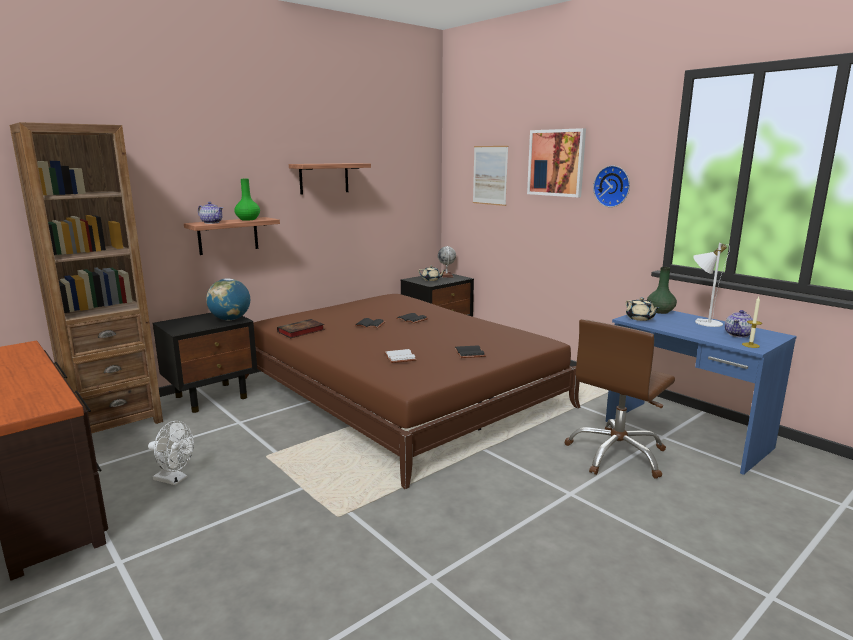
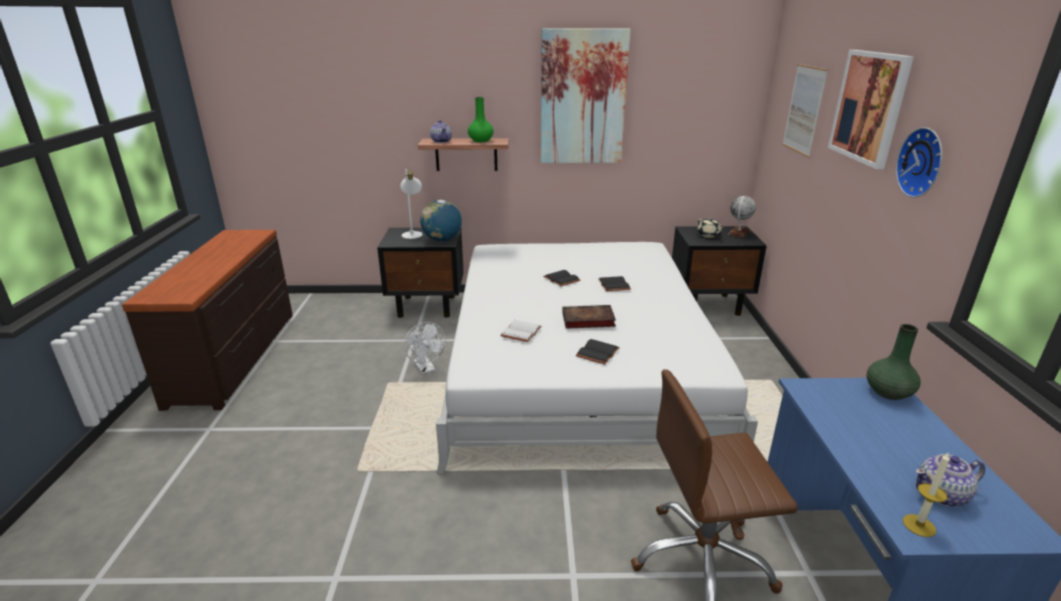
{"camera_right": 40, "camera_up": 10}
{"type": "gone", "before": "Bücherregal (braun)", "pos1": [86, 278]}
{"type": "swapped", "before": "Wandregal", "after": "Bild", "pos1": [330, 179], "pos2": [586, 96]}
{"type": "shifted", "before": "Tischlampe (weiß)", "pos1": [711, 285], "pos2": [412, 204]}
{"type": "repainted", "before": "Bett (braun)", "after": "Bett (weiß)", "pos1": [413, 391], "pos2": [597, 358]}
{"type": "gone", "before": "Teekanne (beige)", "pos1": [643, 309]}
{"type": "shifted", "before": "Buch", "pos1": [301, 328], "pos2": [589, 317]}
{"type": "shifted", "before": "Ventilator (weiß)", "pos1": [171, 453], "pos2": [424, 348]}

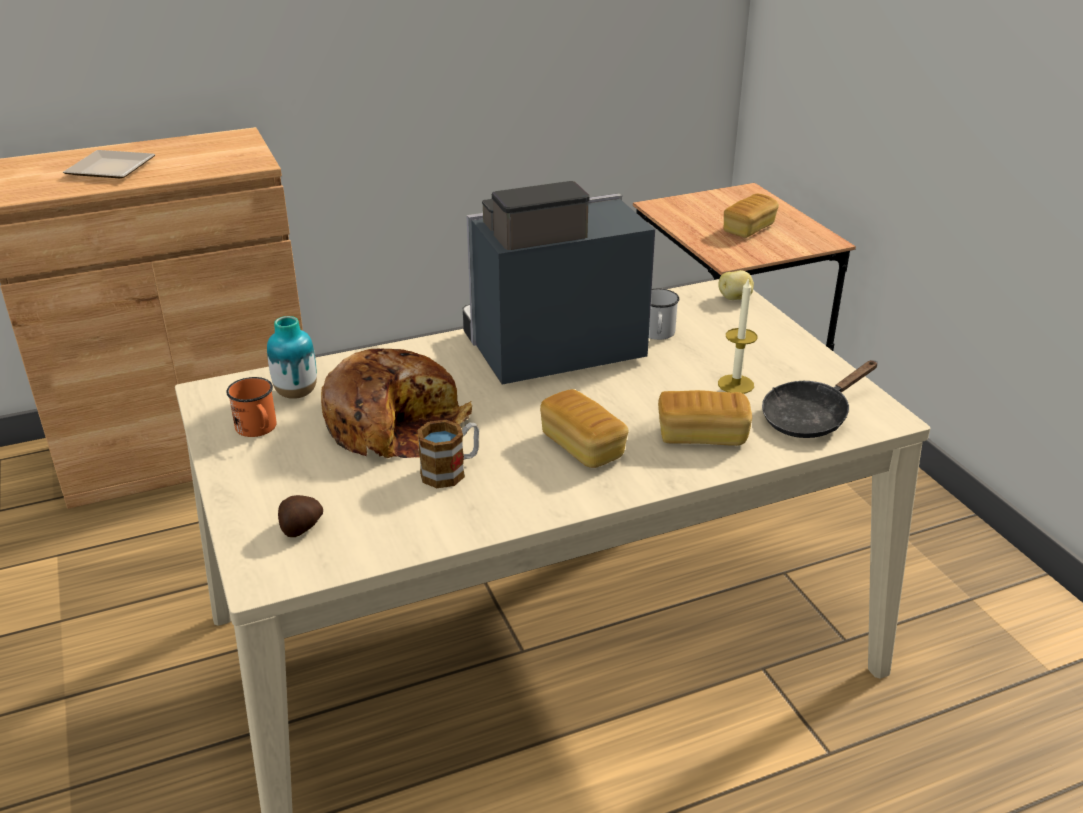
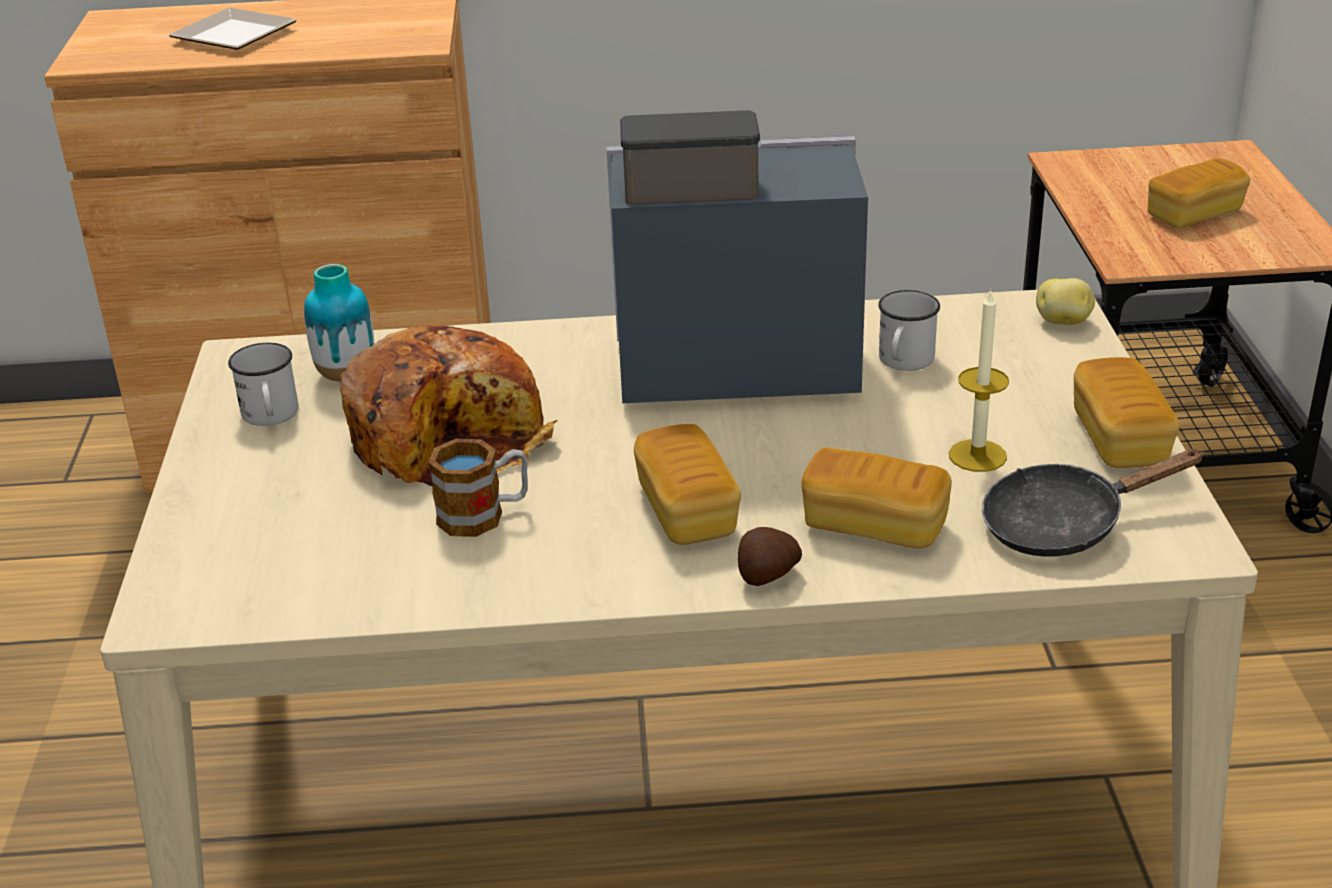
{"camera_right": 20, "camera_up": 0}
{"type": "repainted", "before": "Henkelbecher (orange)", "after": "Henkelbecher (weiß)", "pos1": [251, 407], "pos2": [263, 384]}
{"type": "shifted", "before": "Kartoffel", "pos1": [300, 516], "pos2": [770, 556]}
{"type": "new", "after": "Brot", "pos2": [1127, 412]}

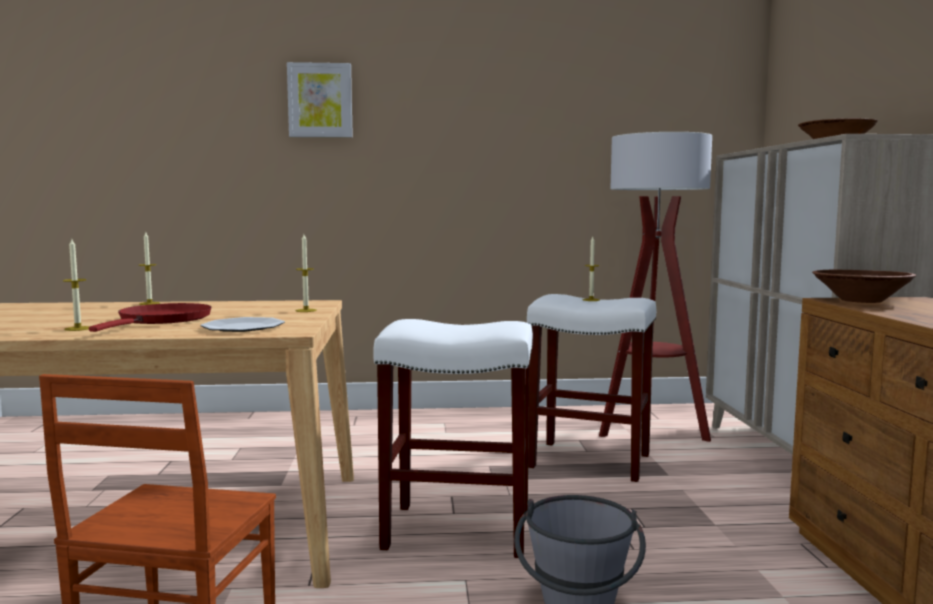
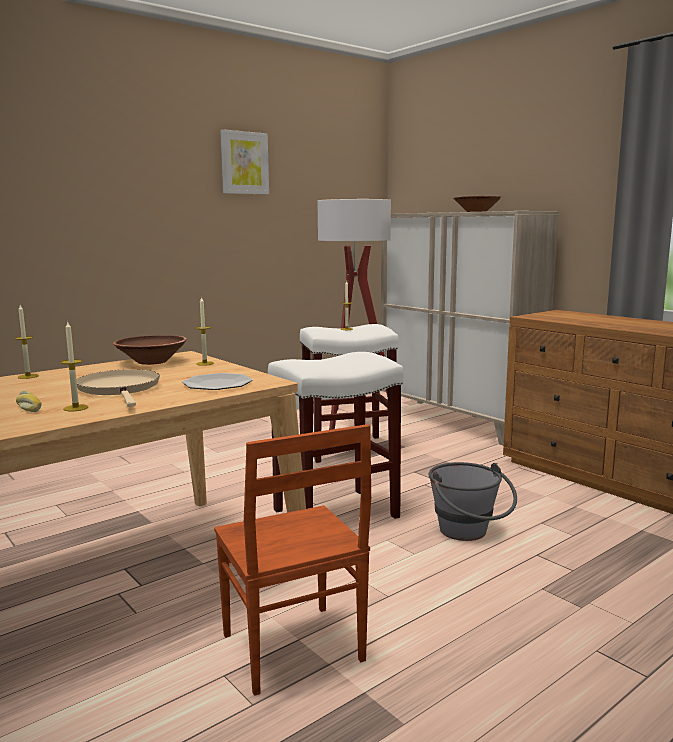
{"camera_right": -35, "camera_up": 5}
{"type": "shifted", "before": "Bild", "pos1": [320, 100], "pos2": [244, 161]}
{"type": "shifted", "before": "Schüssel (braun)", "pos1": [864, 286], "pos2": [150, 350]}
{"type": "repainted", "before": "Pfanne (rot)", "after": "Pfanne (beige)", "pos1": [150, 317], "pos2": [118, 388]}
{"type": "new", "after": "Brot", "pos2": [29, 401]}

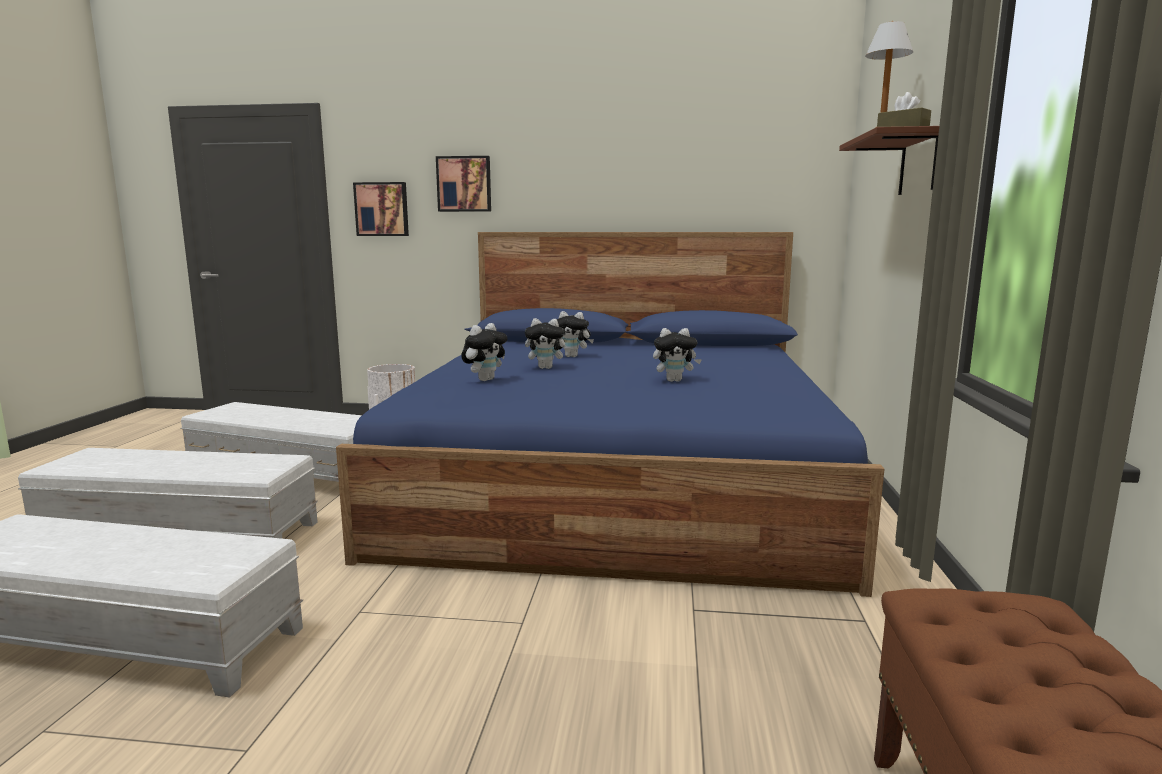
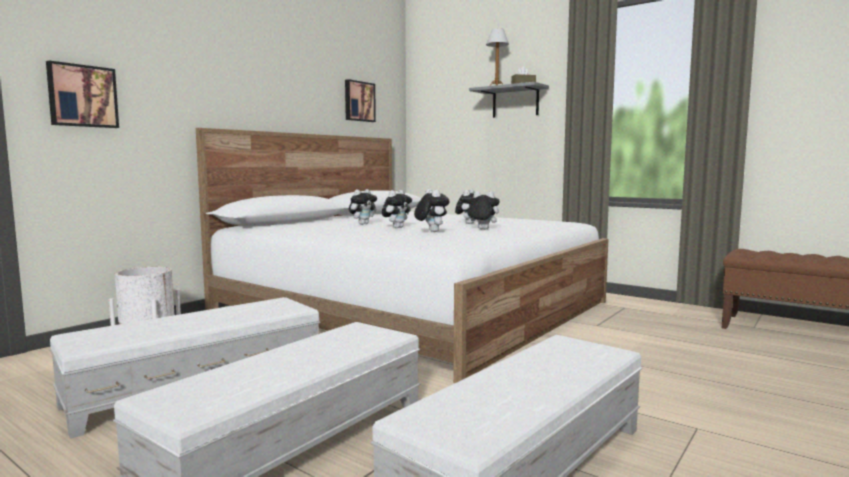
{"camera_right": -60, "camera_up": -5}
{"type": "repainted", "before": "Wandregal (braun)", "after": "Wandregal (grau)", "pos1": [889, 160], "pos2": [509, 100]}
{"type": "shifted", "before": "Bild", "pos1": [463, 184], "pos2": [360, 100]}
{"type": "repainted", "before": "Bett (blau)", "after": "Bett (weiß)", "pos1": [610, 414], "pos2": [402, 255]}
{"type": "new", "after": "Plüschtier", "pos2": [482, 210]}

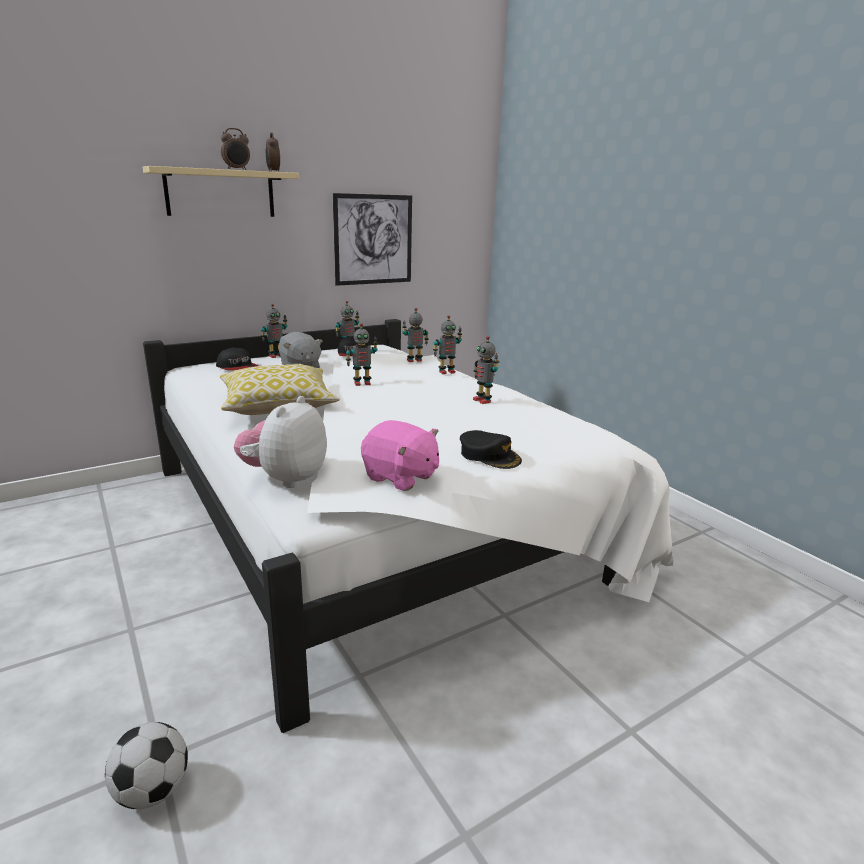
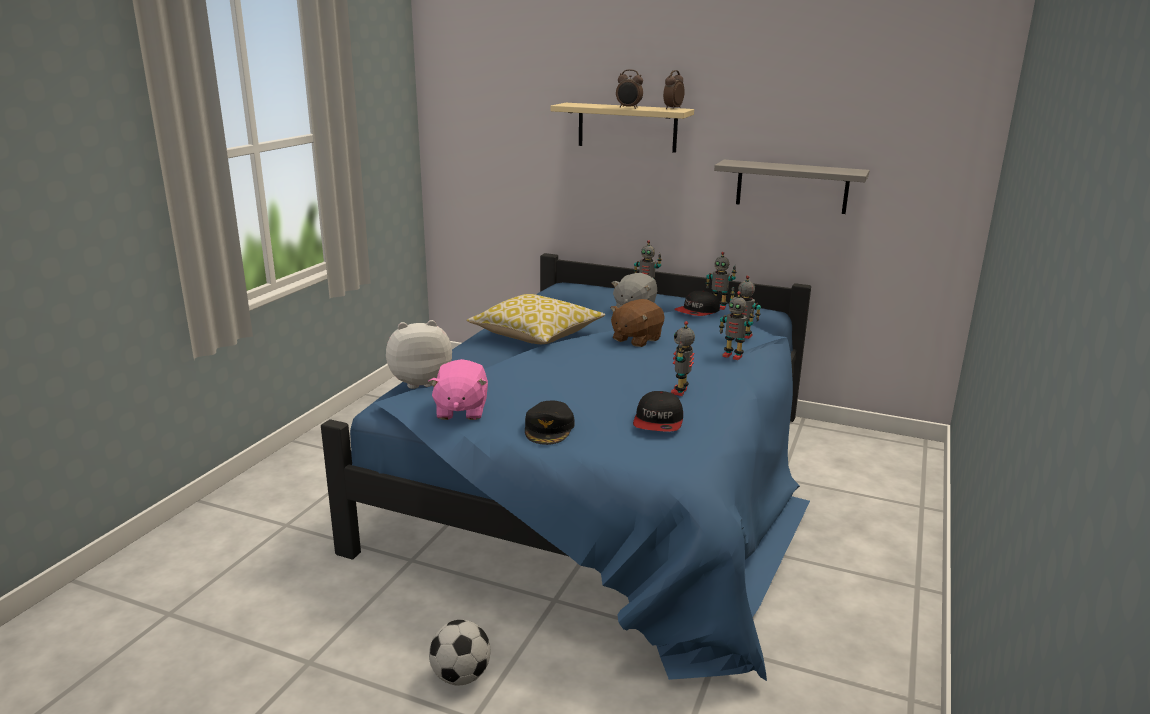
{"camera_right": 55, "camera_up": 0}
{"type": "swapped", "before": "Bild", "after": "Wandregal (grau)", "pos1": [372, 239], "pos2": [791, 187]}
{"type": "repainted", "before": "Bett (weiß)", "after": "Bett (blau)", "pos1": [408, 526], "pos2": [566, 467]}
{"type": "swapped", "before": "Spielzeugroboter", "after": "Plüschtier (braun)", "pos1": [362, 354], "pos2": [637, 323]}
{"type": "shifted", "before": "Kappe", "pos1": [237, 359], "pos2": [658, 411]}
{"type": "shifted", "before": "Fußball", "pos1": [146, 765], "pos2": [459, 652]}

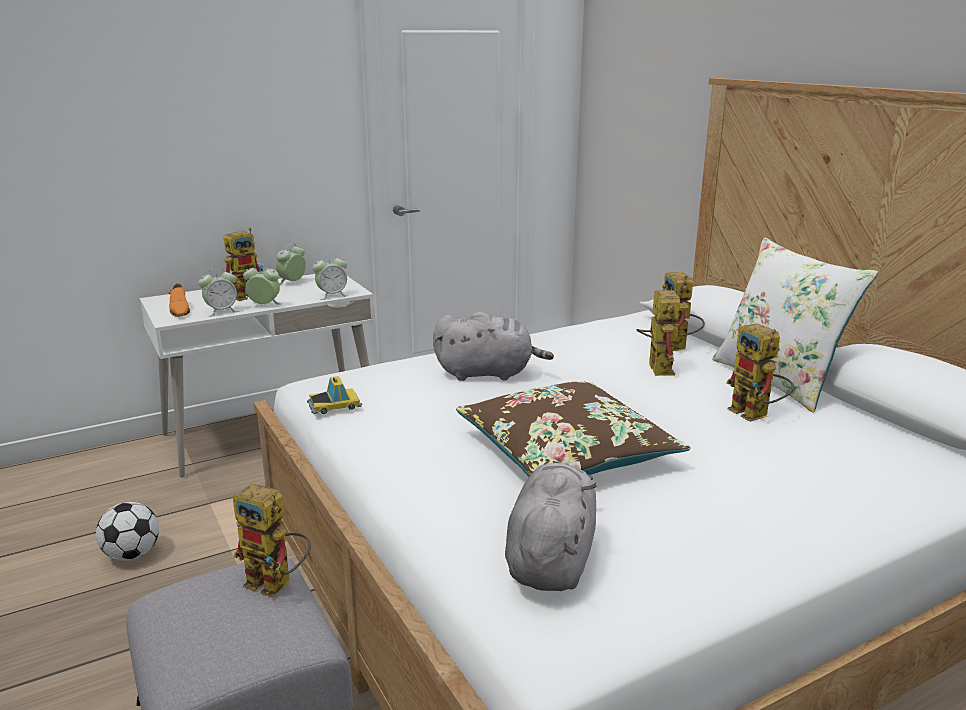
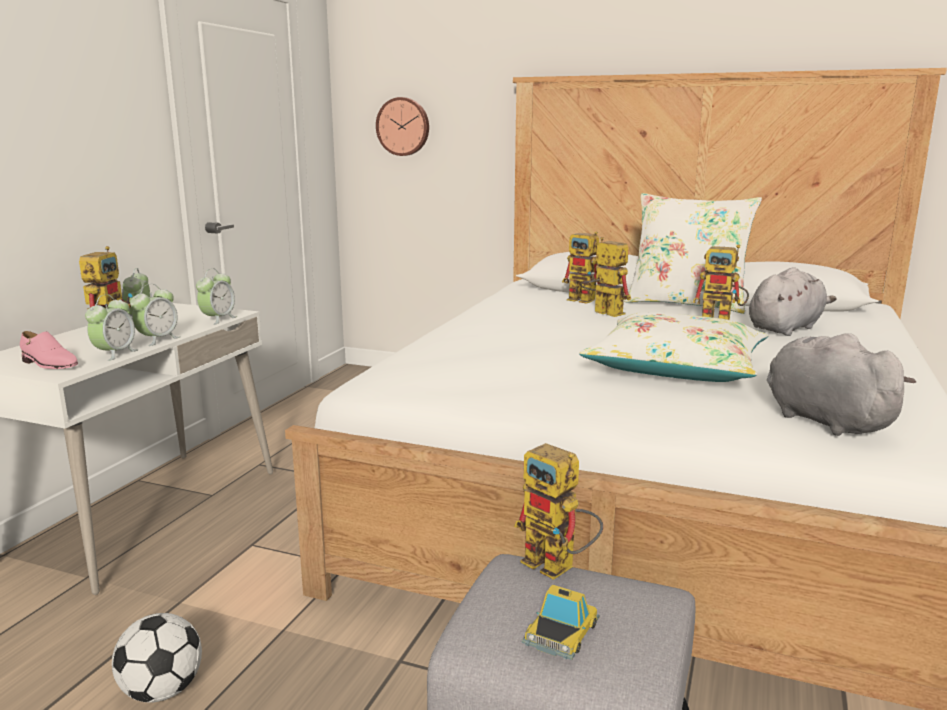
{"camera_right": -40, "camera_up": -5}
{"type": "rotated", "before": "Wecker", "pos1": [262, 284], "pos2": [155, 315], "turn": 150}
{"type": "repainted", "before": "Schuh (orange)", "after": "Schuh (rosa)", "pos1": [179, 300], "pos2": [49, 350]}
{"type": "shifted", "before": "Plüschtier (grau)", "pos1": [493, 346], "pos2": [793, 301]}
{"type": "shifted", "before": "Spielzeugauto", "pos1": [334, 395], "pos2": [561, 622]}
{"type": "repainted", "before": "Kissen (braun)", "after": "Kissen (weiß)", "pos1": [573, 429], "pos2": [673, 347]}
{"type": "rotated", "before": "Spielzeugroboter", "pos1": [272, 540], "pos2": [558, 511], "turn": 60}
{"type": "new", "after": "Wanduhr", "pos2": [402, 126]}

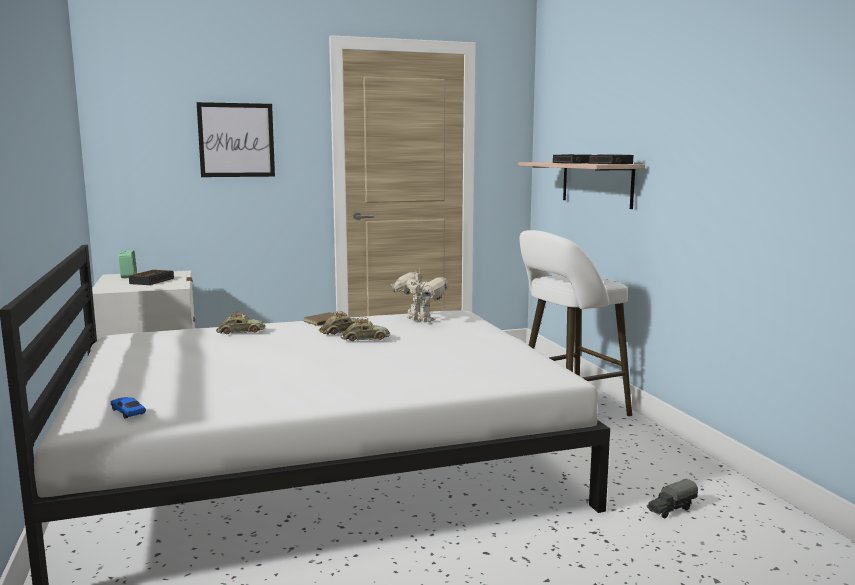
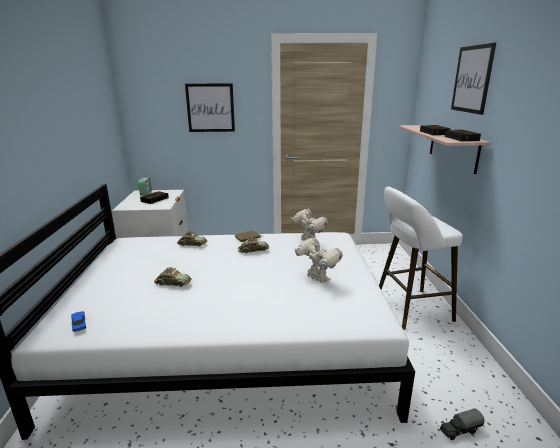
{"camera_right": 15, "camera_up": 10}
{"type": "shifted", "before": "Spielzeugauto", "pos1": [365, 329], "pos2": [173, 277]}
{"type": "new", "after": "Bild", "pos2": [473, 79]}
{"type": "new", "after": "Spielzeugroboter", "pos2": [318, 260]}

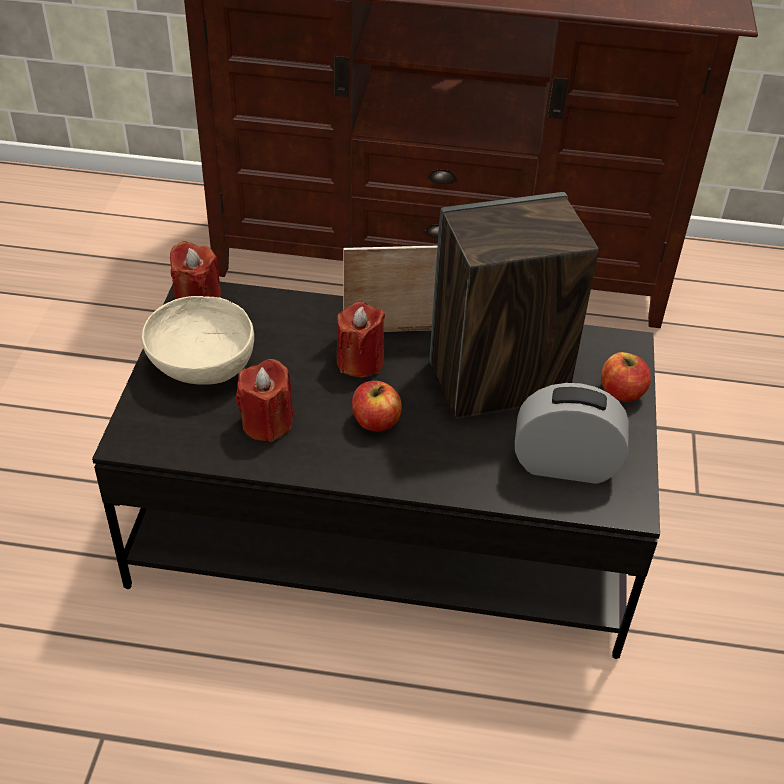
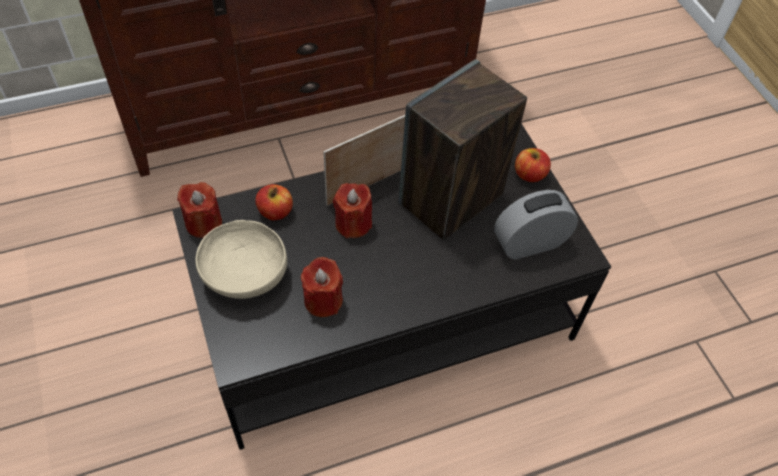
{"camera_right": -30, "camera_up": 10}
{"type": "shifted", "before": "Apfel", "pos1": [377, 406], "pos2": [274, 202]}

